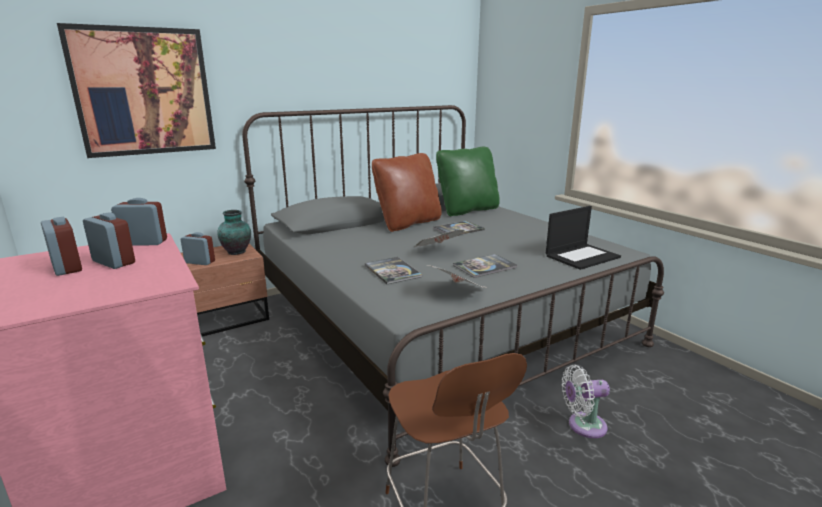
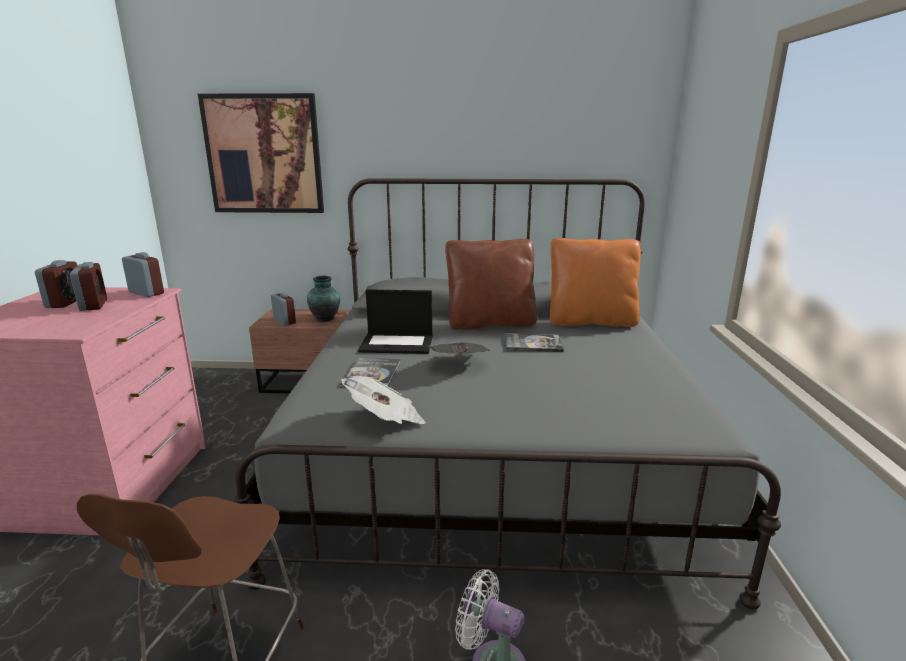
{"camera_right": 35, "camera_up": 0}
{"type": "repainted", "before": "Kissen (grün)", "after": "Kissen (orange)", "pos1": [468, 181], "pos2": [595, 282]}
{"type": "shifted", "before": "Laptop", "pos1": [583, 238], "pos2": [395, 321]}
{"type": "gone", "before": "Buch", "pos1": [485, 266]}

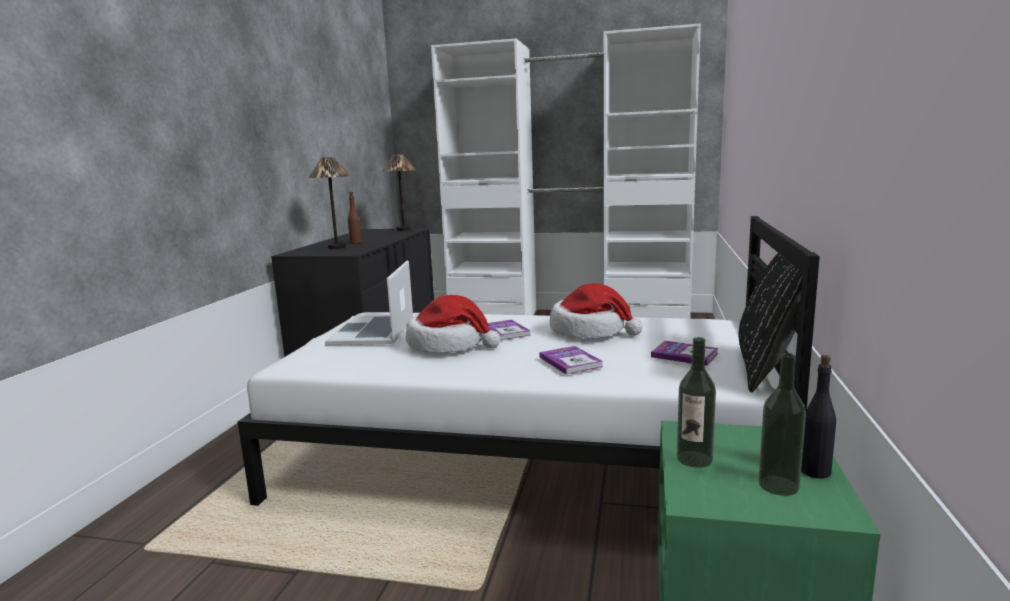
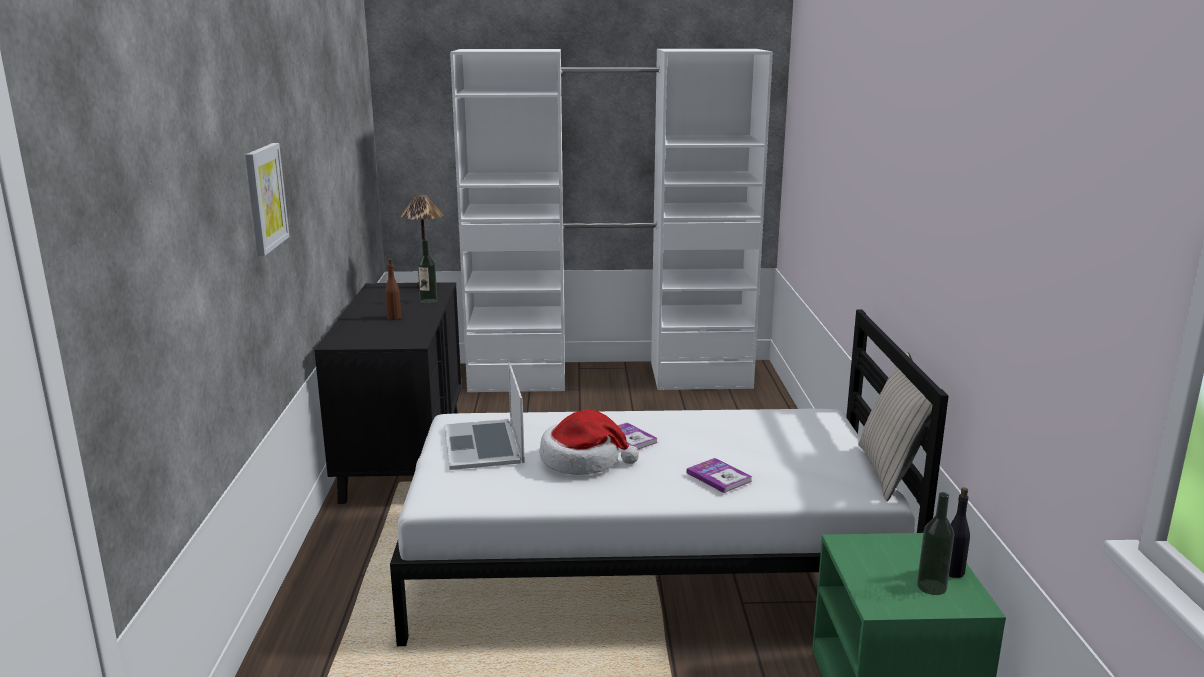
{"camera_right": -15, "camera_up": 5}
{"type": "gone", "before": "Tischlampe", "pos1": [329, 203]}
{"type": "repainted", "before": "Kissen (schwarz)", "after": "Kissen (beige)", "pos1": [770, 316], "pos2": [895, 426]}
{"type": "gone", "before": "Hut", "pos1": [596, 310]}
{"type": "shifted", "before": "Flasche", "pos1": [696, 402], "pos2": [427, 271]}
{"type": "gone", "before": "Buch", "pos1": [685, 353]}
{"type": "new", "after": "Bild", "pos2": [267, 199]}

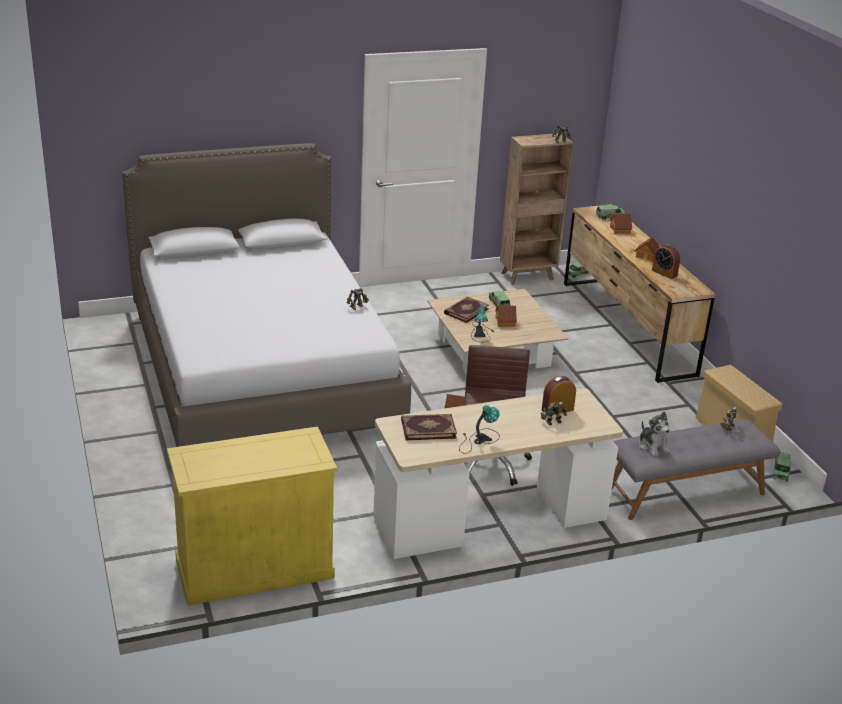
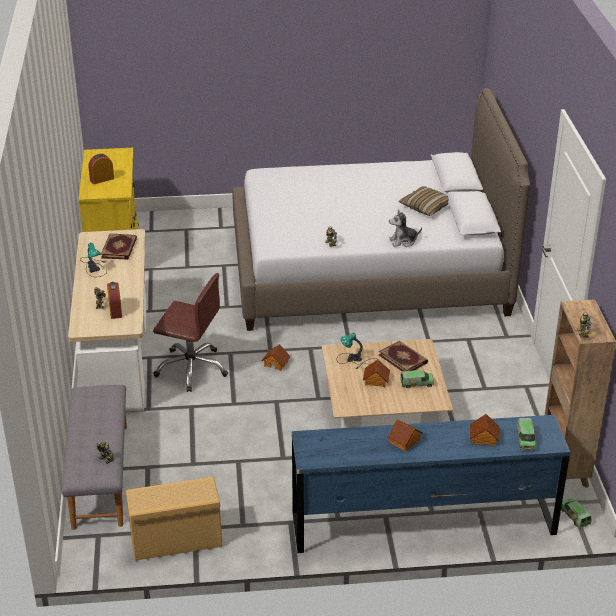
{"camera_right": 105, "camera_up": 5}
{"type": "repainted", "before": "Kommode (braun)", "after": "Kommode (blau)", "pos1": [639, 294], "pos2": [431, 484]}
{"type": "shifted", "before": "Wecker", "pos1": [666, 261], "pos2": [101, 169]}
{"type": "shifted", "before": "Plüschtier", "pos1": [654, 434], "pos2": [405, 228]}
{"type": "gone", "before": "Spielzeuglaster", "pos1": [781, 466]}
{"type": "new", "after": "Kissen", "pos2": [423, 201]}

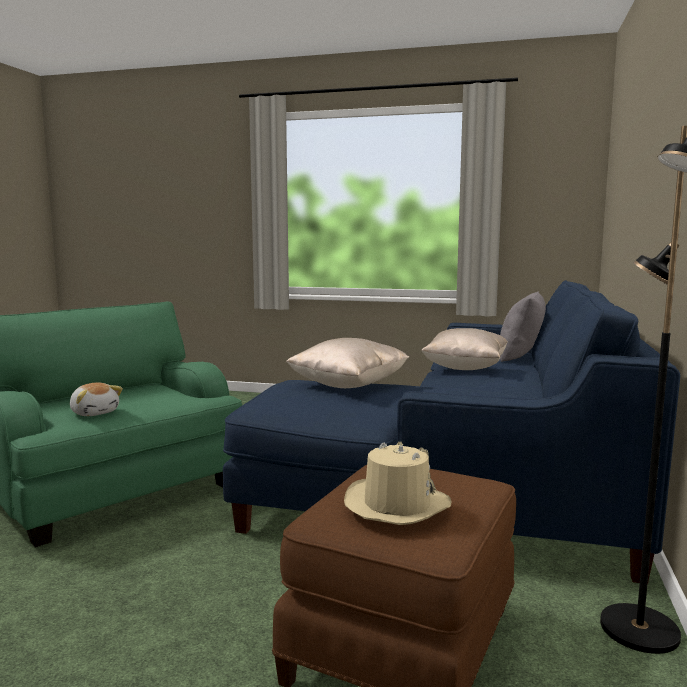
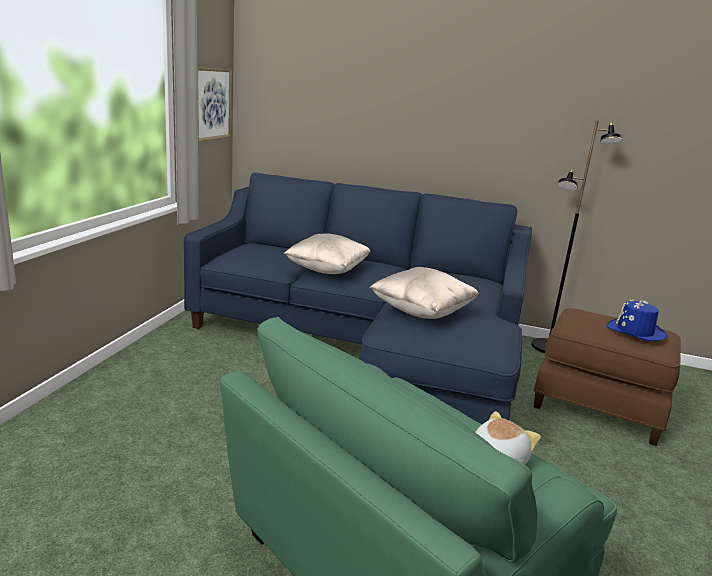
{"camera_right": -90, "camera_up": 10}
{"type": "gone", "before": "Kissen (grau)", "pos1": [523, 327]}
{"type": "repainted", "before": "Hut (beige)", "after": "Hut (blau)", "pos1": [397, 483], "pos2": [637, 320]}
{"type": "new", "after": "Bild", "pos2": [214, 104]}

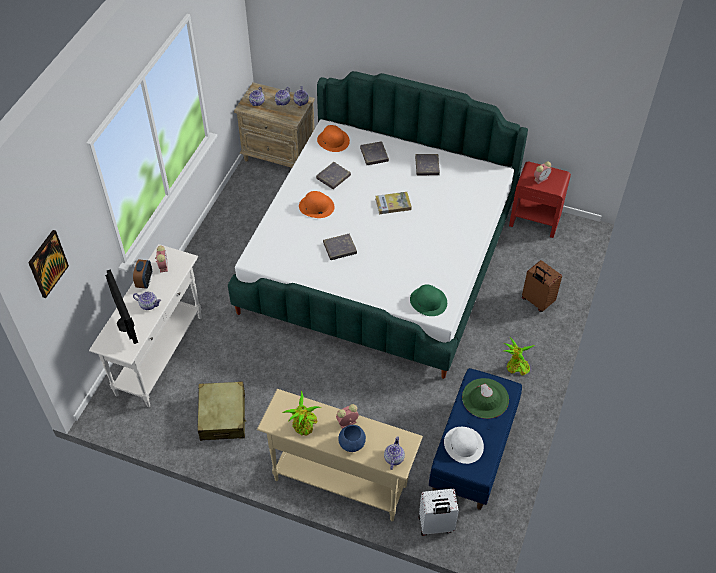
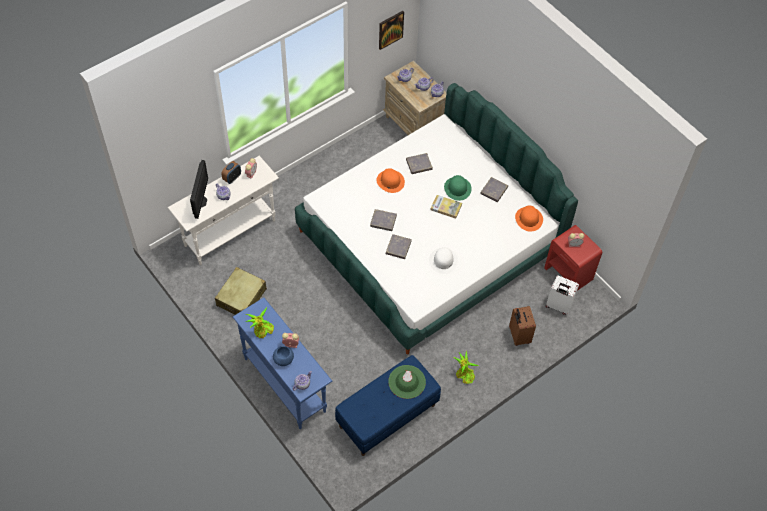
{"camera_right": 30, "camera_up": 5}
{"type": "shifted", "before": "Hut (orange)", "pos1": [333, 138], "pos2": [529, 218]}
{"type": "shifted", "before": "Buch (grau)", "pos1": [374, 153], "pos2": [399, 246]}
{"type": "shifted", "before": "Bild", "pos1": [48, 264], "pos2": [391, 30]}
{"type": "shifted", "before": "Hut (grün)", "pos1": [428, 300], "pos2": [458, 188]}
{"type": "repainted", "before": "Konsolentisch (beige)", "after": "Konsolentisch (blau)", "pos1": [340, 455], "pos2": [282, 363]}
{"type": "shifted", "before": "Hut (weiß)", "pos1": [464, 445], "pos2": [443, 260]}
{"type": "shifted", "before": "Koffer (weiß)", "pos1": [439, 512], "pos2": [562, 295]}

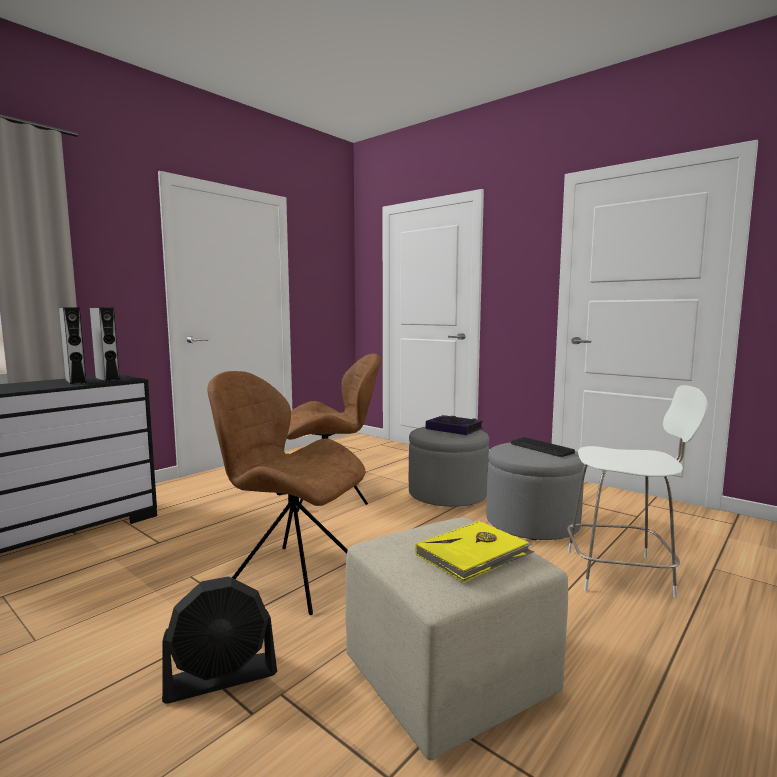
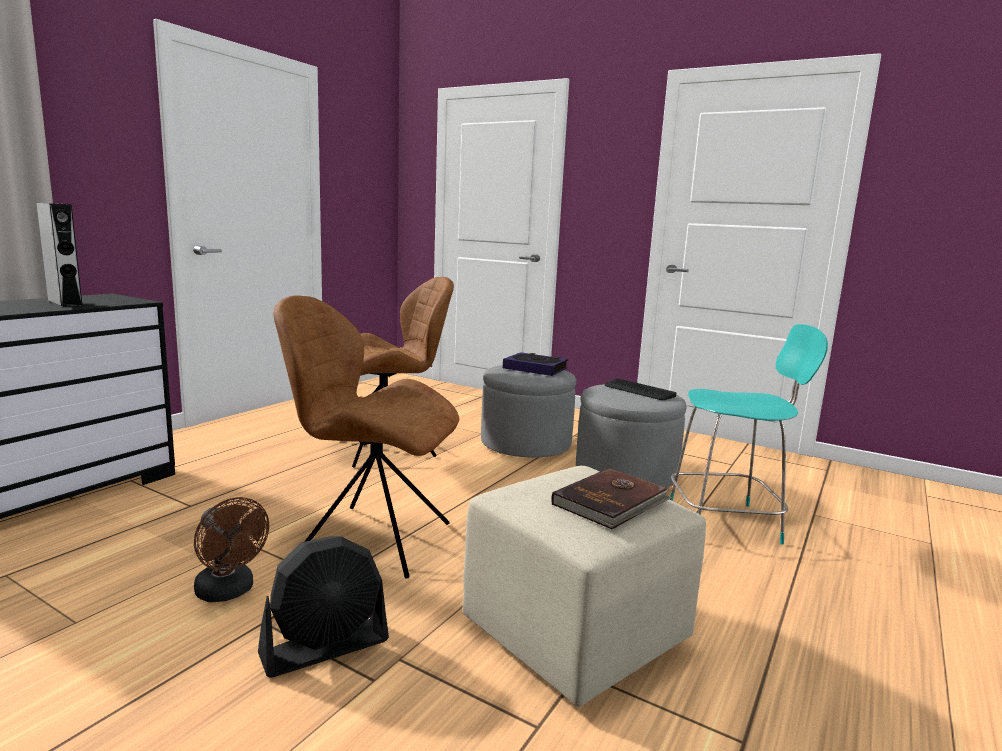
{"camera_right": -10, "camera_up": 5}
{"type": "gone", "before": "Lautsprecher (grau)", "pos1": [105, 345]}
{"type": "repainted", "before": "Stuhl (weiß)", "after": "Stuhl (türkis)", "pos1": [637, 491], "pos2": [748, 434]}
{"type": "repainted", "before": "Buch (gelb)", "after": "Buch (braun)", "pos1": [474, 552], "pos2": [612, 498]}
{"type": "new", "after": "Ventilator (braun)", "pos2": [231, 549]}

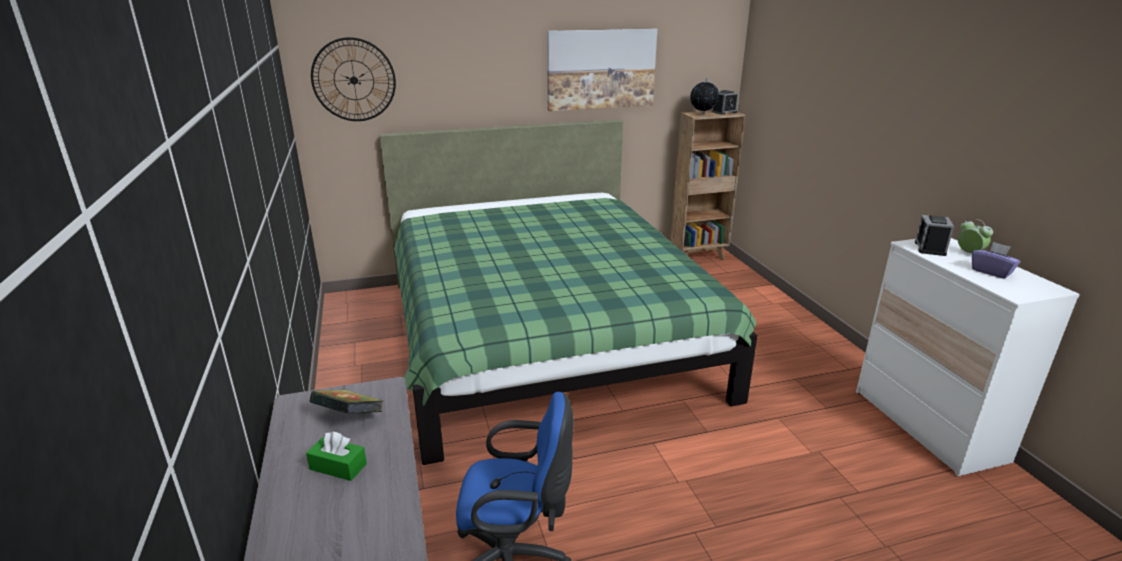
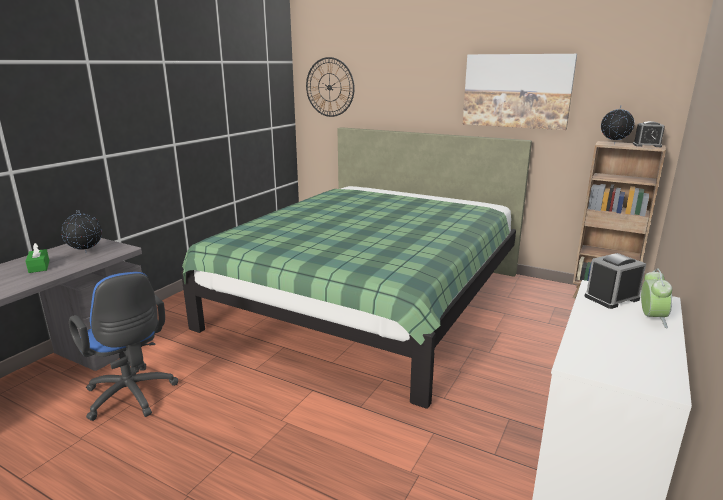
{"camera_right": 45, "camera_up": -5}
{"type": "gone", "before": "Taschentuchbox (lila)", "pos1": [996, 260]}
{"type": "swapped", "before": "Buch", "after": "Globus", "pos1": [346, 402], "pos2": [81, 231]}

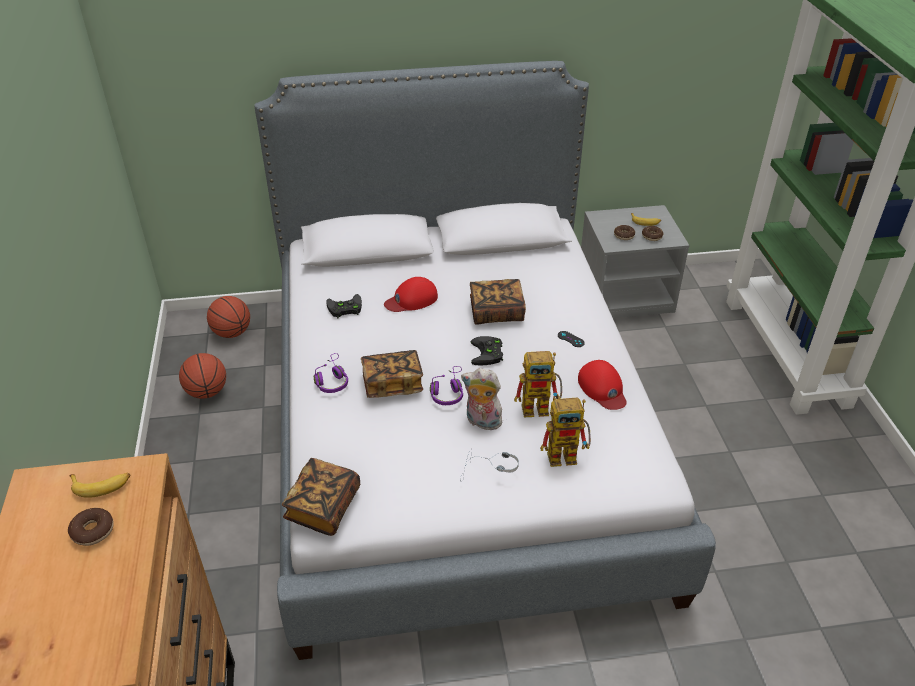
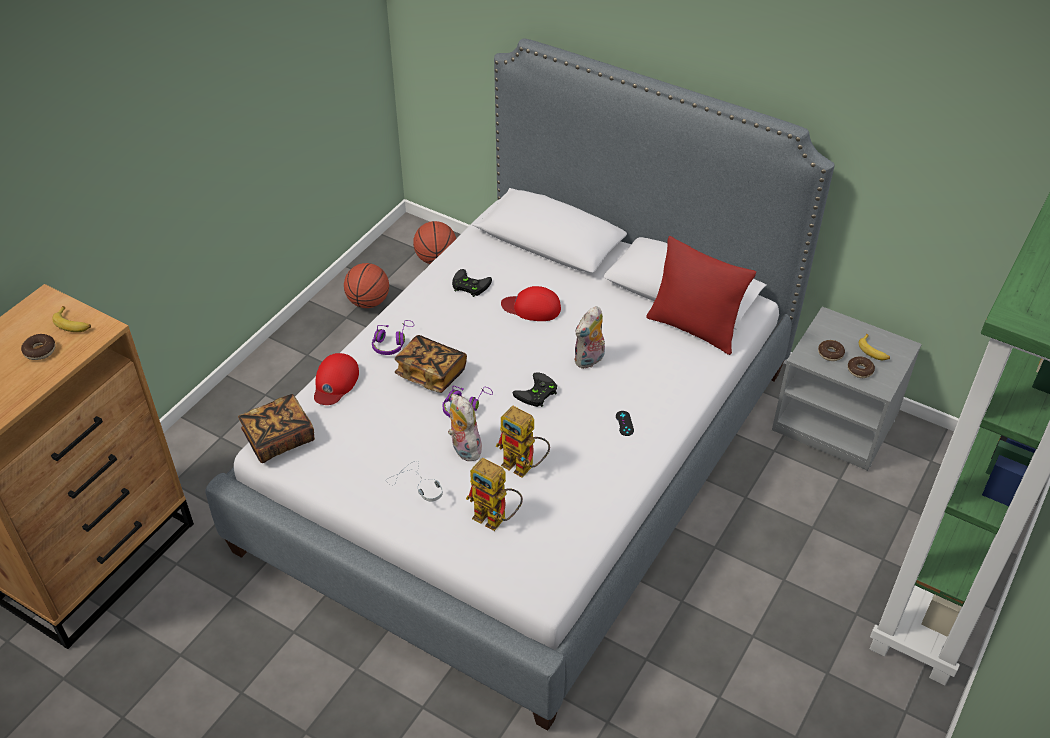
{"camera_right": 40, "camera_up": 5}
{"type": "swapped", "before": "Buch", "after": "Plüschtier", "pos1": [498, 302], "pos2": [589, 337]}
{"type": "shifted", "before": "Kappe (rot)", "pos1": [602, 385], "pos2": [336, 379]}
{"type": "new", "after": "Kissen (rot)", "pos2": [701, 295]}

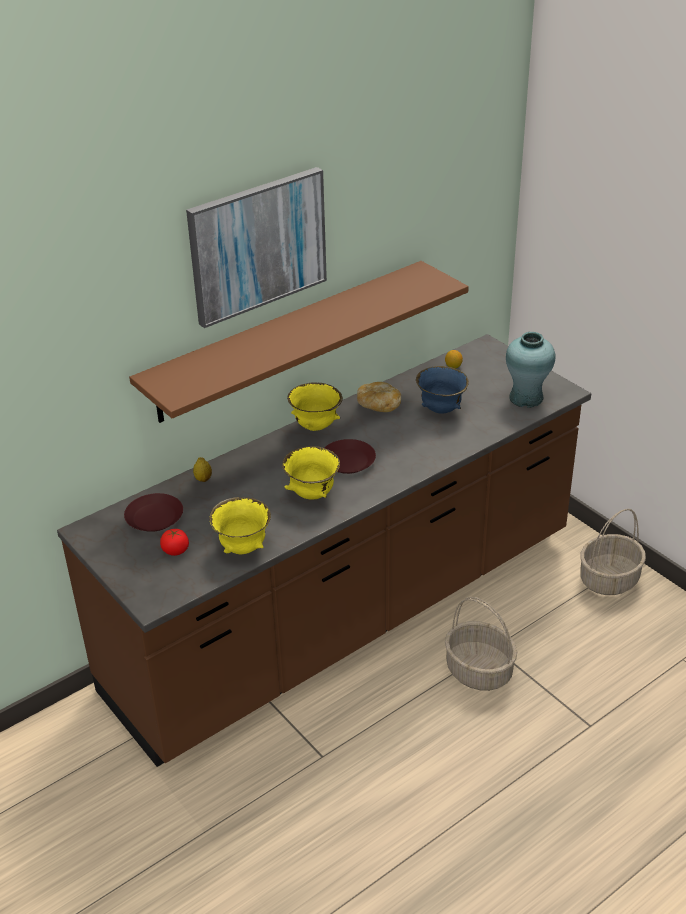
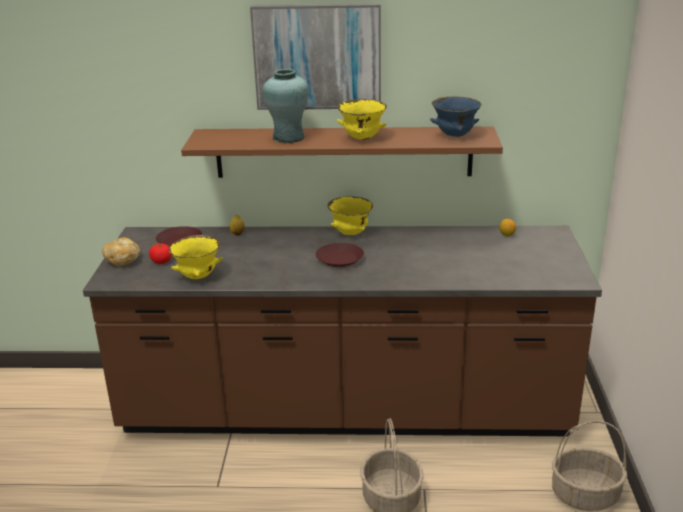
{"camera_right": 40, "camera_up": -10}
{"type": "shifted", "before": "Vase (türkis)", "pos1": [530, 370], "pos2": [285, 106]}
{"type": "shifted", "before": "Schüssel (blau)", "pos1": [442, 390], "pos2": [455, 116]}
{"type": "shifted", "before": "Brot", "pos1": [379, 397], "pos2": [121, 251]}
{"type": "shifted", "before": "Schüssel (gelb)", "pos1": [311, 473], "pos2": [362, 119]}

